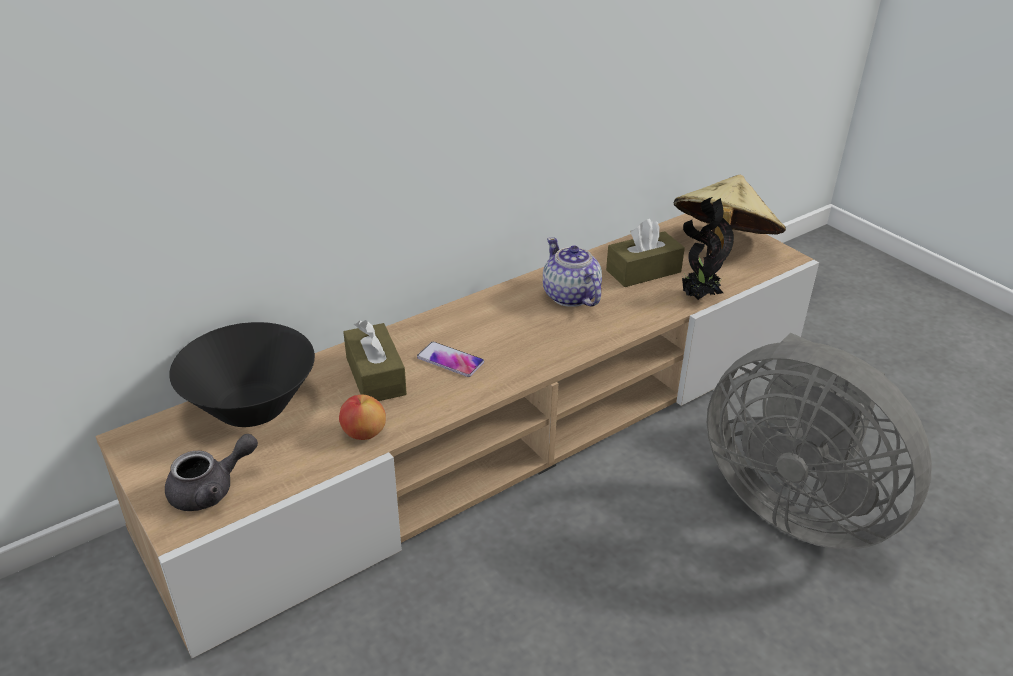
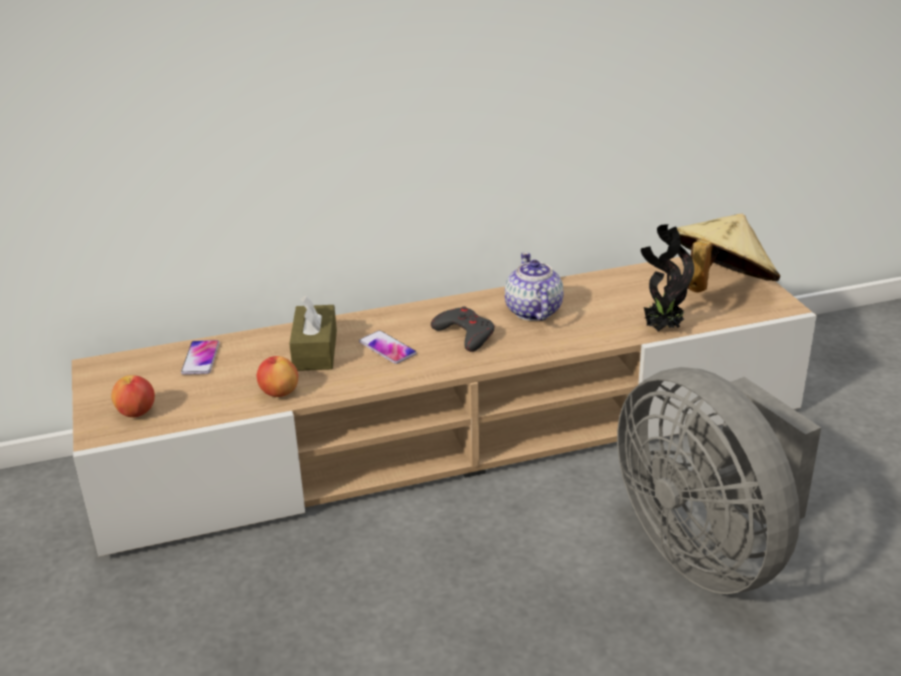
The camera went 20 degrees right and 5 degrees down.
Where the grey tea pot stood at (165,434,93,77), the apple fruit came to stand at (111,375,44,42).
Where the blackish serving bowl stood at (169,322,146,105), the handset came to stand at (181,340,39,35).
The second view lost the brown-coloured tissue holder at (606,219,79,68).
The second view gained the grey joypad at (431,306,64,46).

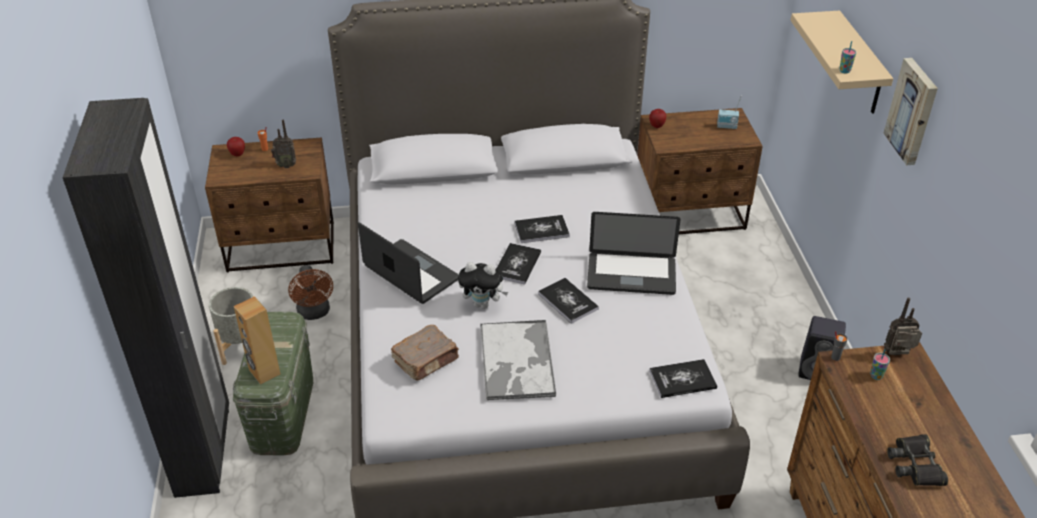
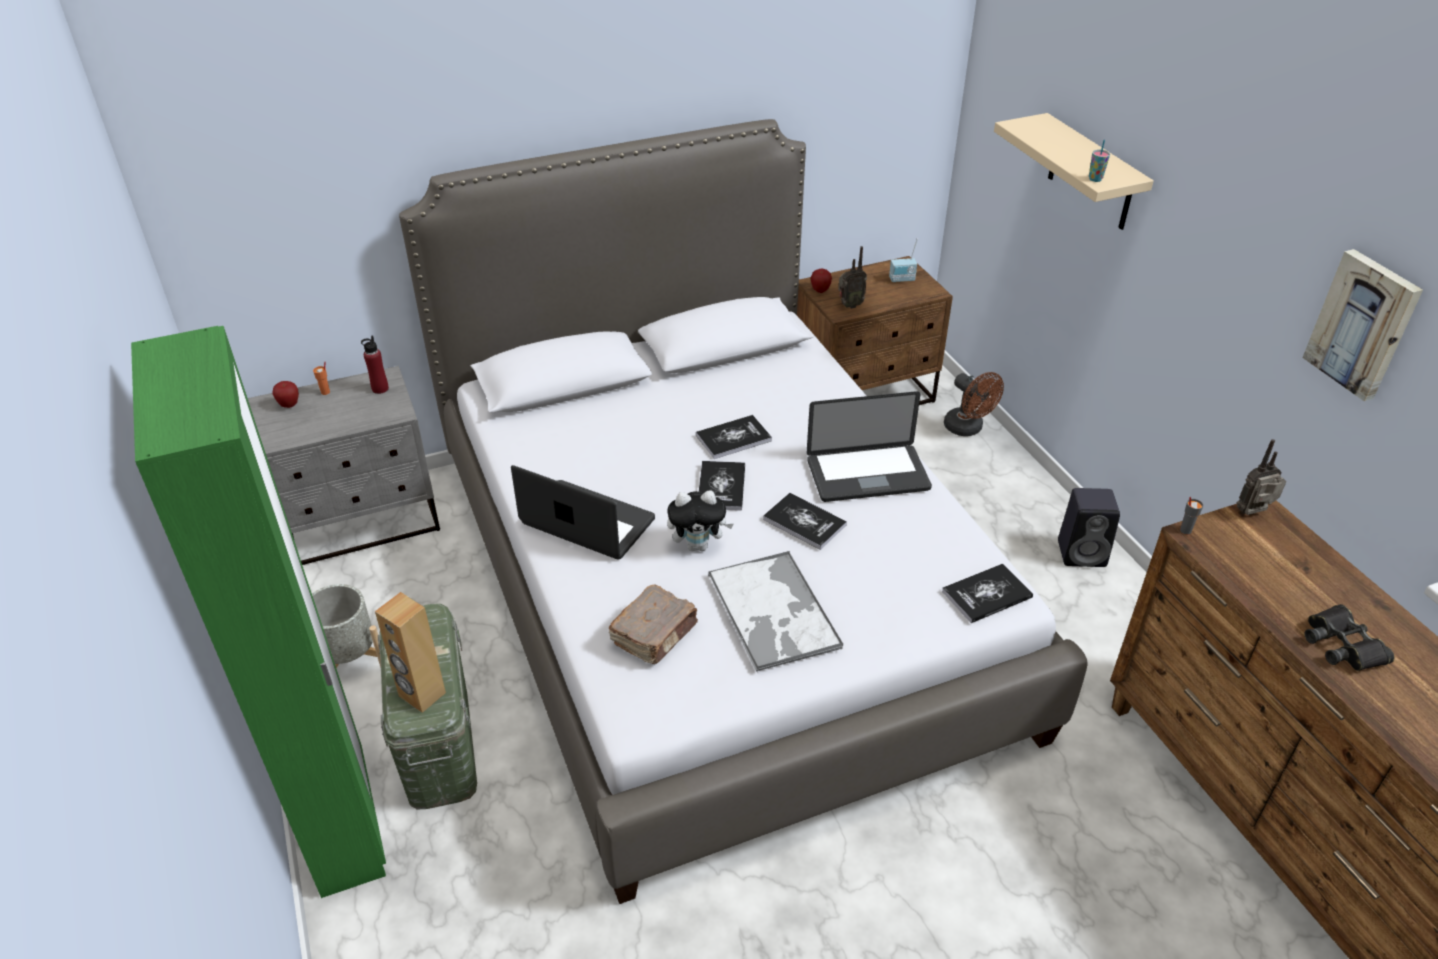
The camera went 15 degrees left and 0 degrees up.
What was the blackish clothes cupboard at (63,98,166,400) turned into the green clothes cupboard at (131,326,255,572).
What was the brown-coloured night table at (205,137,129,135) turned into the grey night table at (248,366,192,199).
The radio set ended up elsewhere, having gone from (271,120,25,48) to (838,246,29,63).
The brown-coloured cooling fan ended up elsewhere, having gone from (288,265,45,55) to (944,372,60,64).
The second view lost the drinking cup at (870,349,20,31).
The picture ended up elsewhere, having gone from (884,58,54,107) to (1302,249,121,152).
The second view gained the red-coloured beverage bottle at (361,336,28,58).

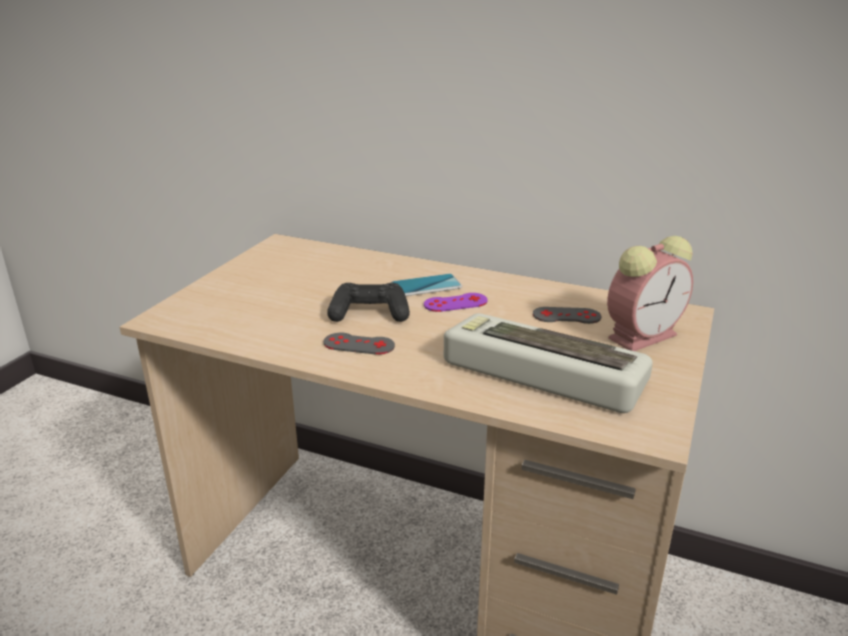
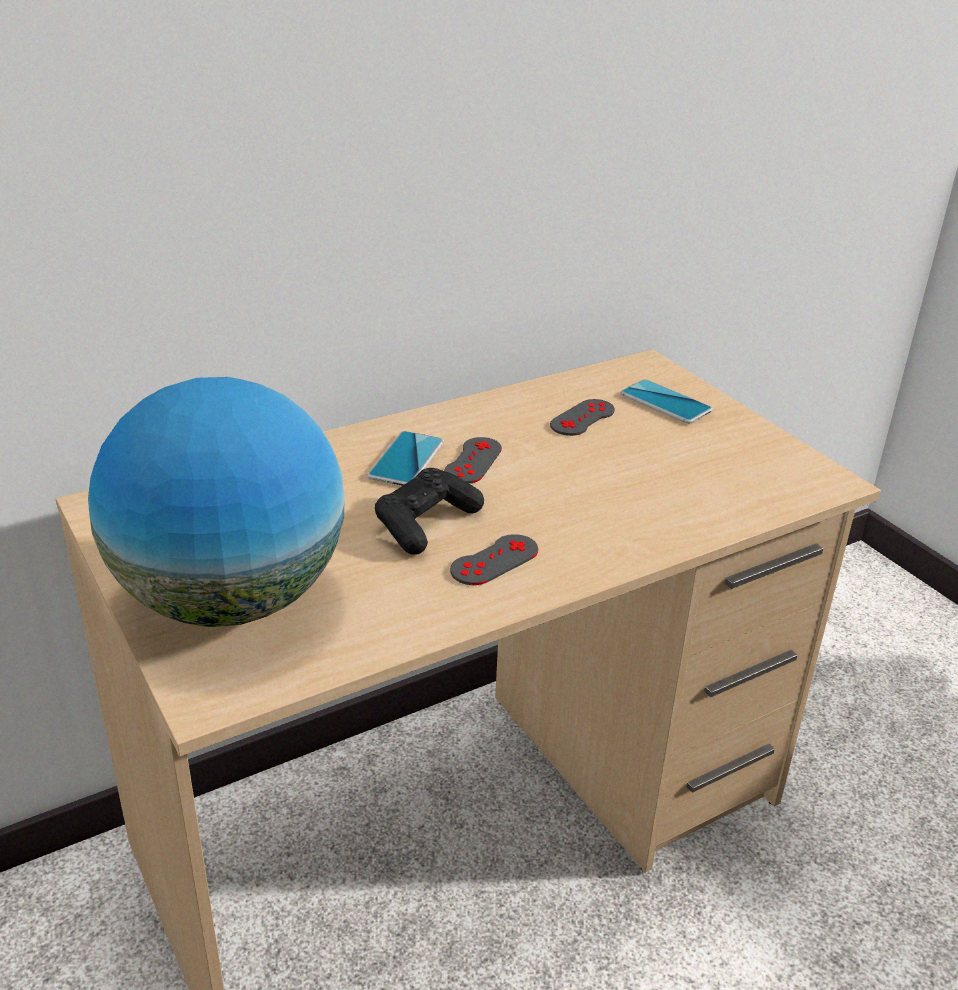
The camera went 55 degrees left and 5 degrees up.
What was the purple-coloured joypad at (424,293,64,19) turned into the grey joypad at (444,437,58,47).
The second view lost the computer keyboard at (444,313,209,100).
Where the table clock stood at (607,236,86,115), the handset came to stand at (620,379,93,45).
The second view gained the world globe at (88,377,257,250).

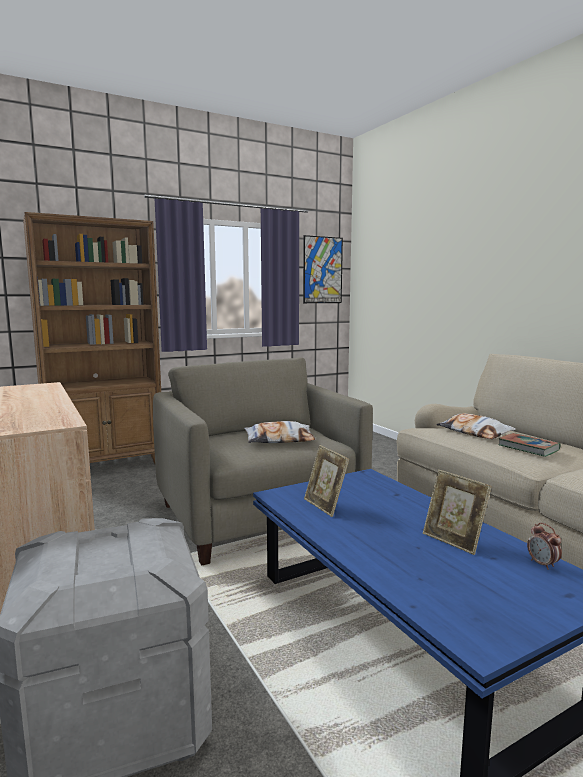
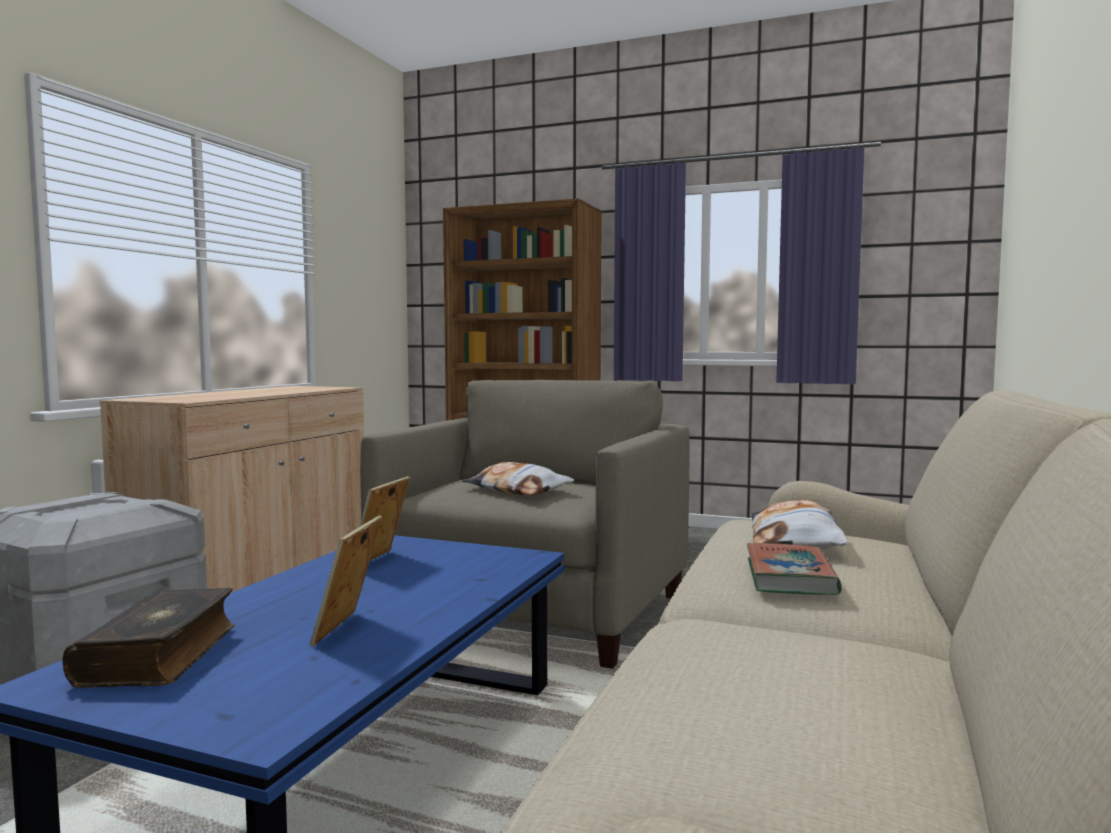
The camera went 50 degrees right and 5 degrees down.
The second view lost the picture at (303,235,40,68).
The second view lost the table clock at (527,523,35,47).
The second view gained the bound book at (62,588,173,100).

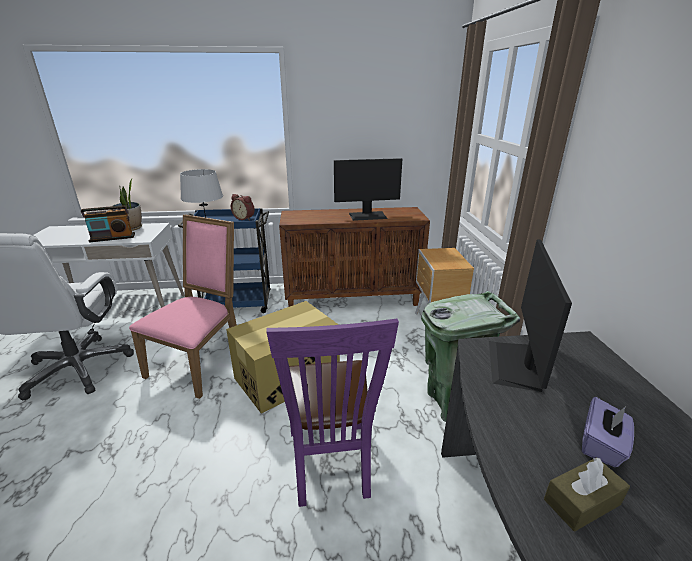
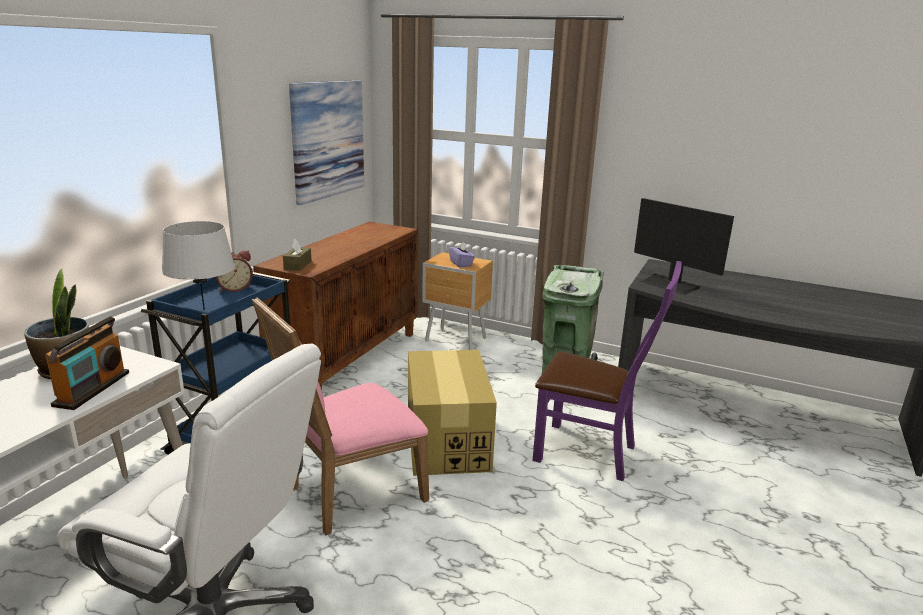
The camera went 60 degrees left and 5 degrees down.
The pink plain chair at (129,214,108,185) ended up facing another way, 90 degrees counterclockwise from before.
The second view lost the monitor at (334,158,68,63).
The brown-coloured tissue holder ended up elsewhere, having gone from (544,458,86,73) to (283,239,28,32).
The purple-coloured tissue holder ended up elsewhere, having gone from (582,397,52,70) to (449,242,26,25).
The second view gained the picture at (289,80,75,125).

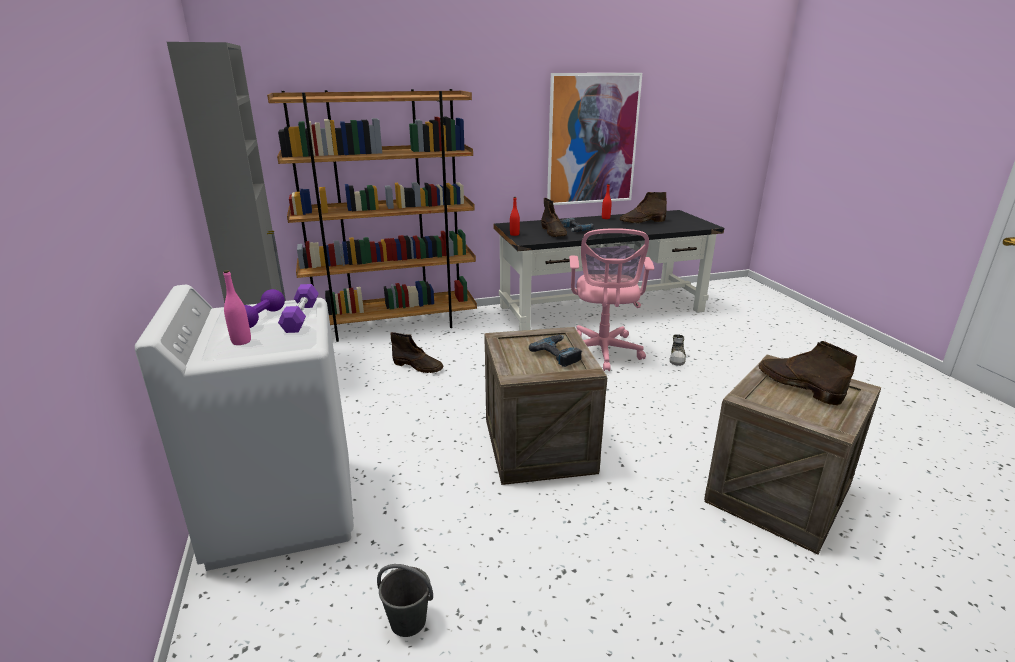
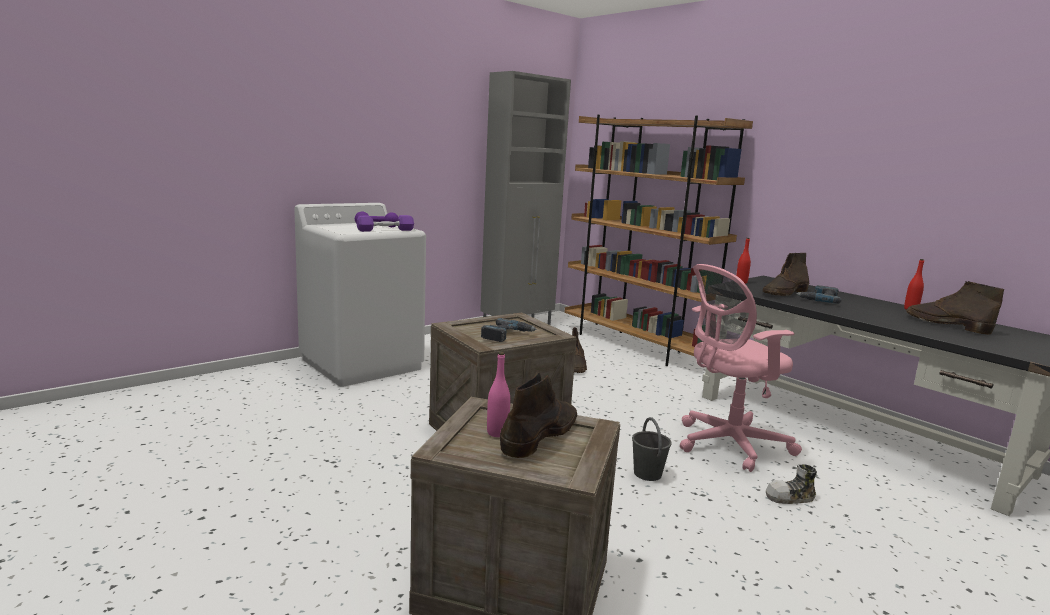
The camera went 65 degrees right and 10 degrees down.
The pink beverage bottle ended up elsewhere, having gone from (223,270,28,75) to (487,352,23,85).
The grey water bucket ended up elsewhere, having gone from (377,564,56,73) to (632,417,40,64).
The second view lost the picture at (547,73,95,132).

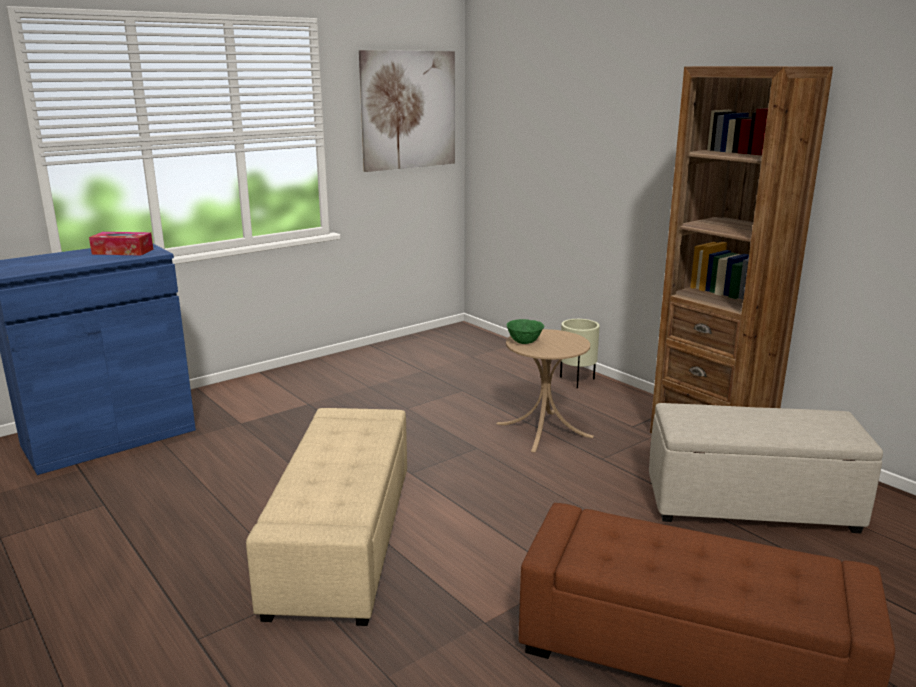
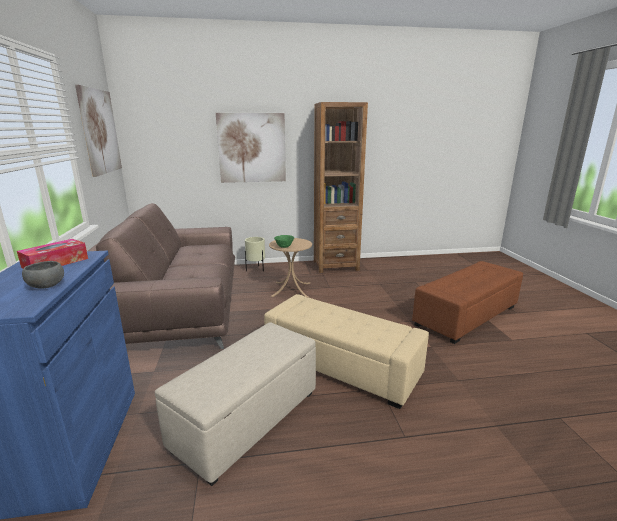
The camera went 60 degrees left and 0 degrees up.
The sand-coloured footrest ended up elsewhere, having gone from (649,403,234,130) to (155,322,161,164).
The second view gained the grey serving bowl at (22,261,42,28).
The second view gained the brown-coloured settee at (88,203,147,146).
The second view gained the picture at (216,113,70,70).

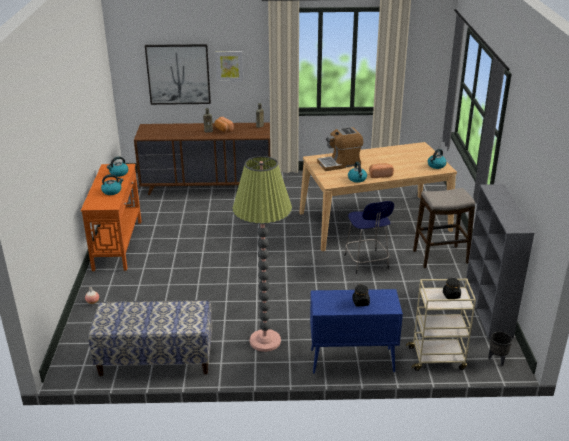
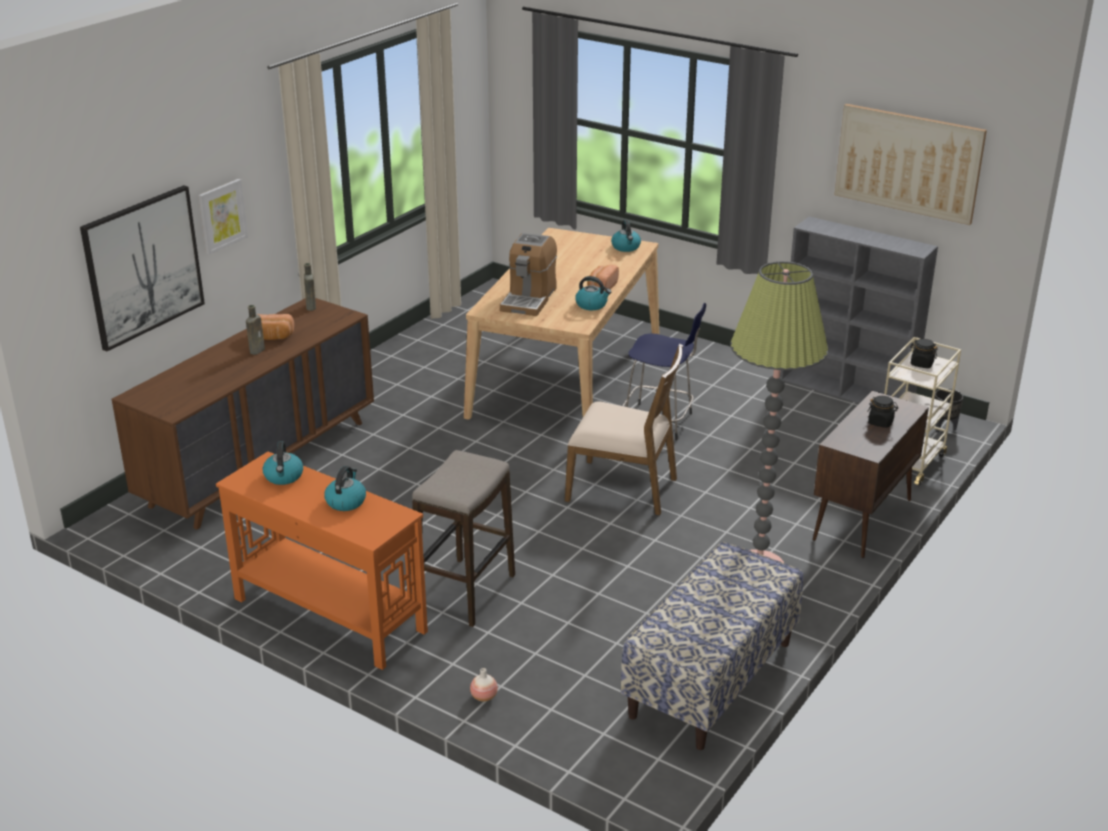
The camera went 55 degrees left and 0 degrees up.
What was the blue-coloured cabinet at (310,289,93,85) turned into the brown-coloured cabinet at (813,391,116,167).
The stool seat ended up elsewhere, having gone from (413,188,62,80) to (412,450,103,177).
The second view gained the brown-coloured plain chair at (565,344,118,171).
The second view gained the picture at (835,104,152,121).

